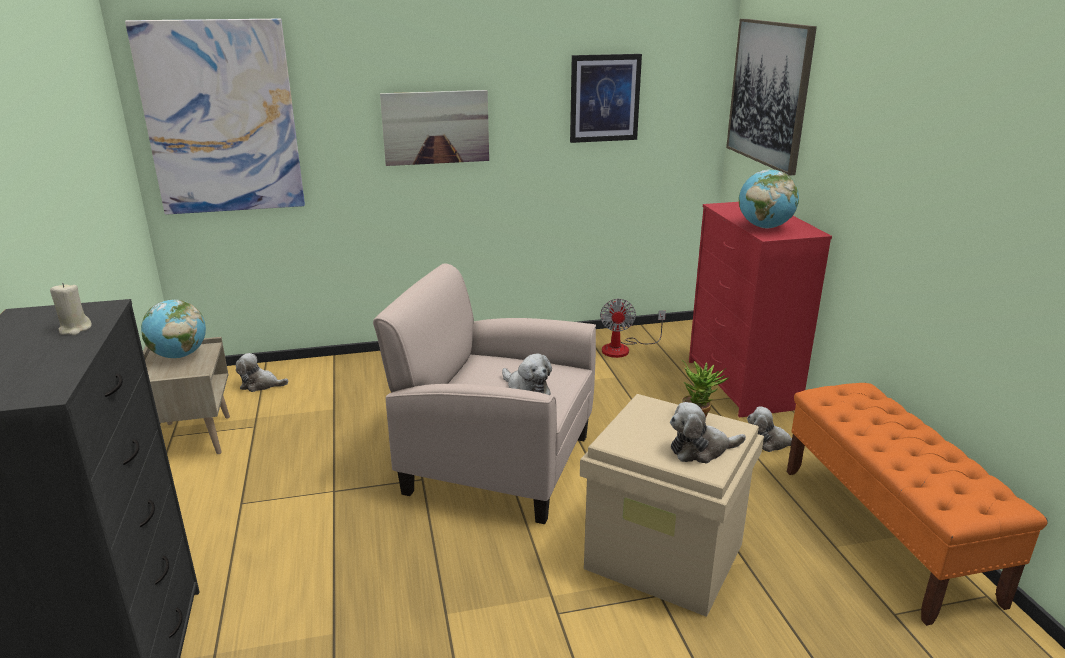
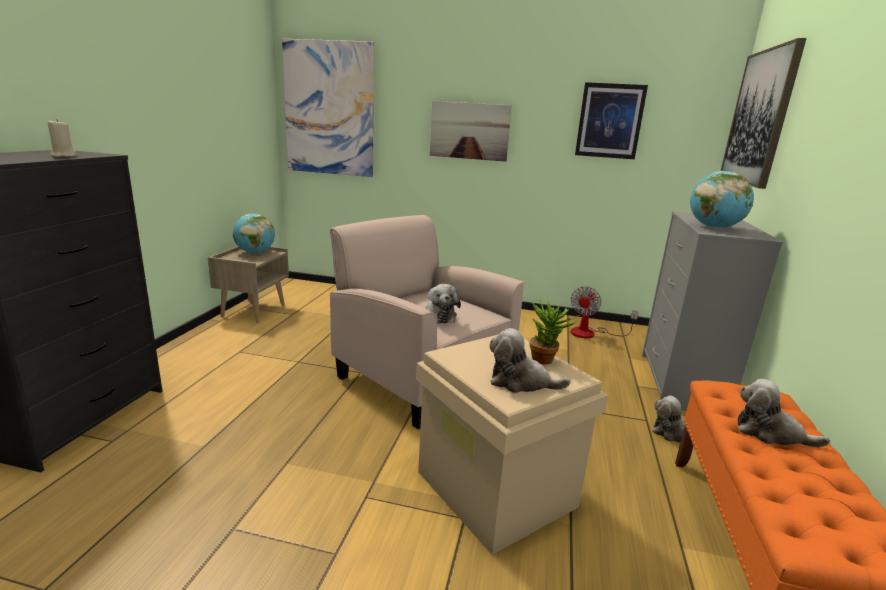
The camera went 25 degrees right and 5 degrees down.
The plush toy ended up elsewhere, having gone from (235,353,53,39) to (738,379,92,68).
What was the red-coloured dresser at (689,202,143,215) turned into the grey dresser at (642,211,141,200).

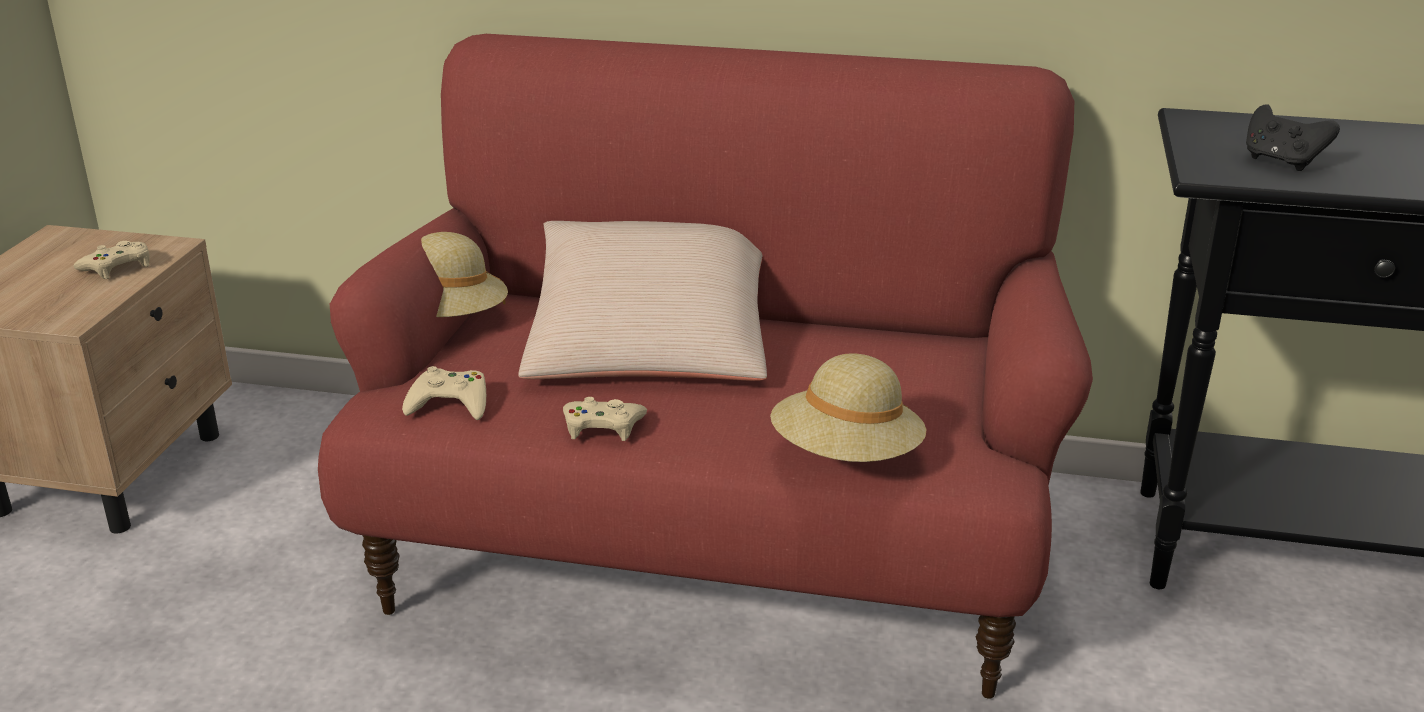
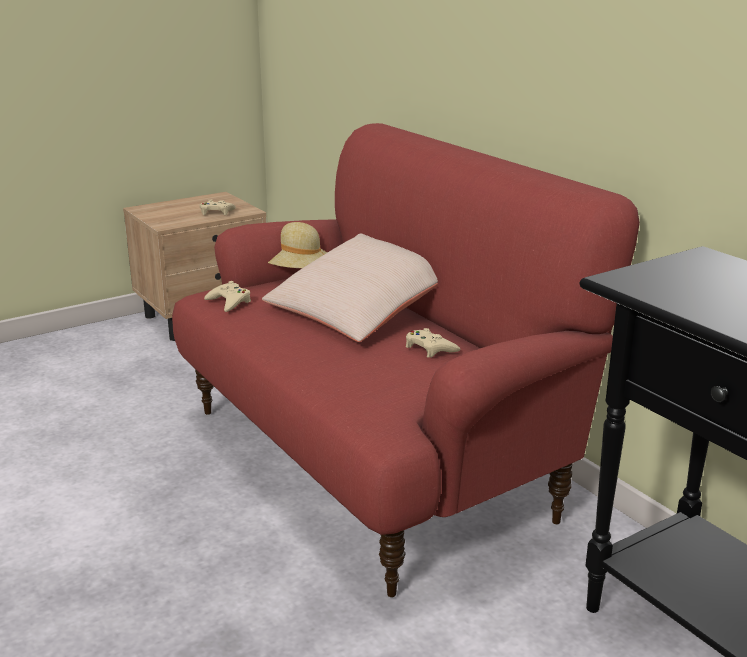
The camera went 45 degrees right and 5 degrees down.
The sand-coloured joypad ended up elsewhere, having gone from (563,397,84,44) to (406,328,54,30).
The second view lost the sand-coloured wearable hat at (770,354,156,108).
The second view lost the blackish joypad at (1246,105,94,66).

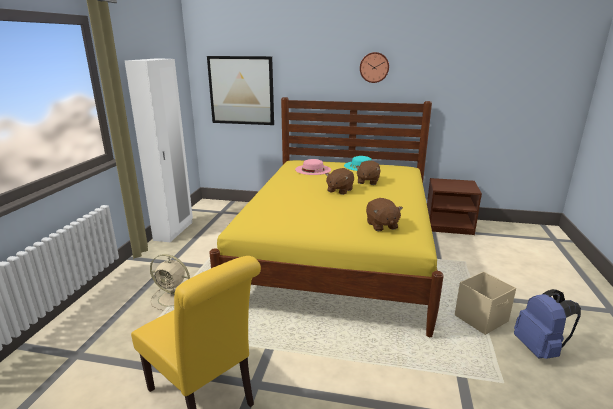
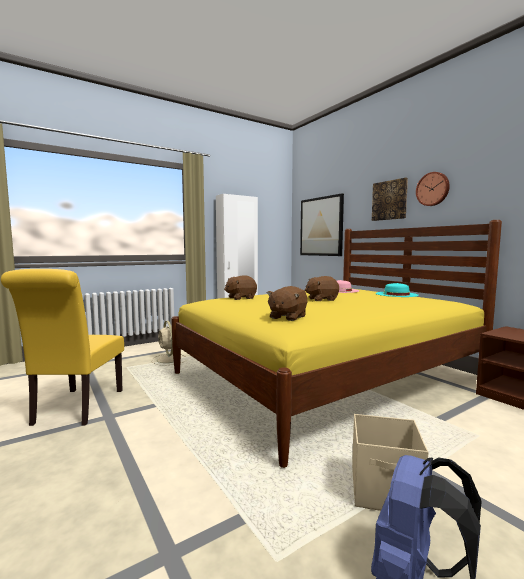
The camera went 45 degrees right and 15 degrees down.
The brown-coloured plush toy ended up elsewhere, having gone from (356,160,24,25) to (224,275,33,25).
The second view gained the picture at (372,178,36,43).

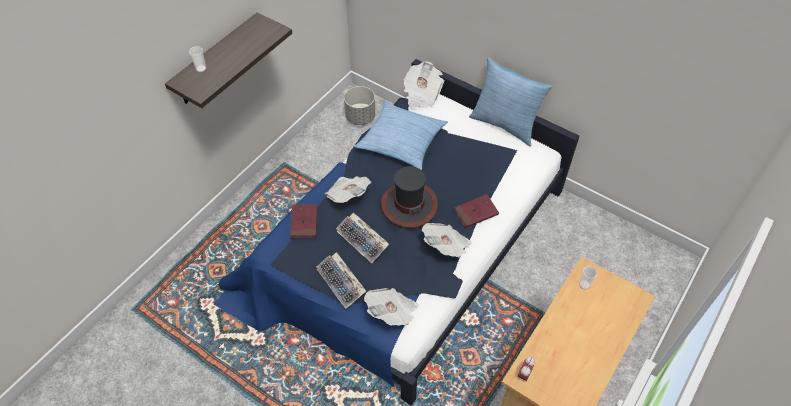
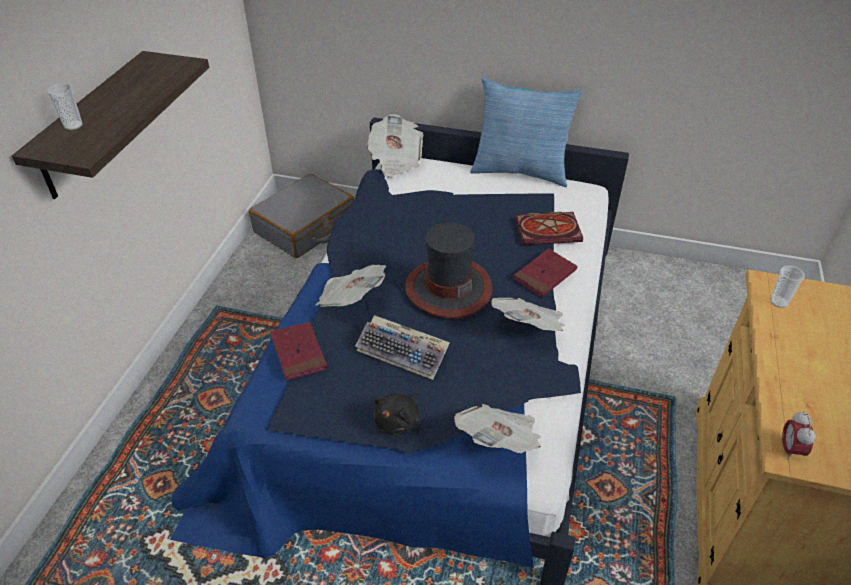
The camera went 20 degrees left and 10 degrees down.
Where the computer keyboard stood at (316,252,50,57), the blackish plush toy came to stand at (373,392,48,43).
Where the grey plant pot stood at (344,86,31,39), the grey suitcase came to stand at (249,174,106,84).
The second view lost the throw pillow at (354,101,94,69).
The second view gained the bound book at (515,212,68,33).

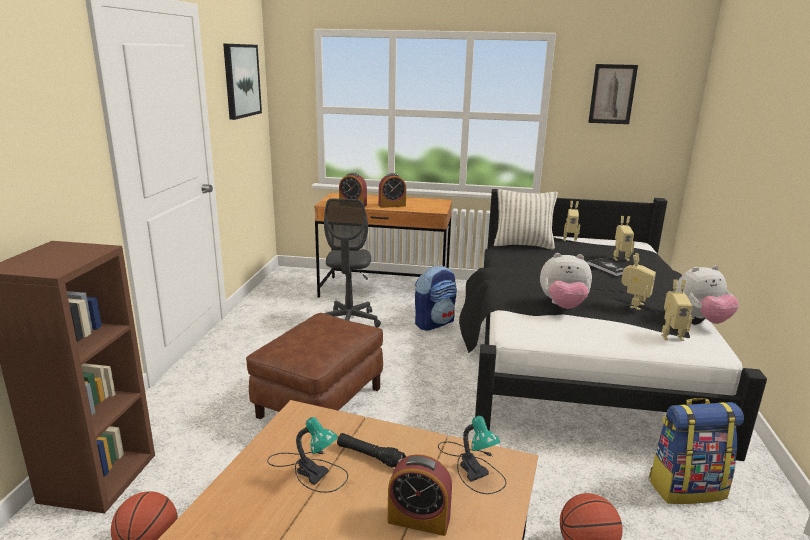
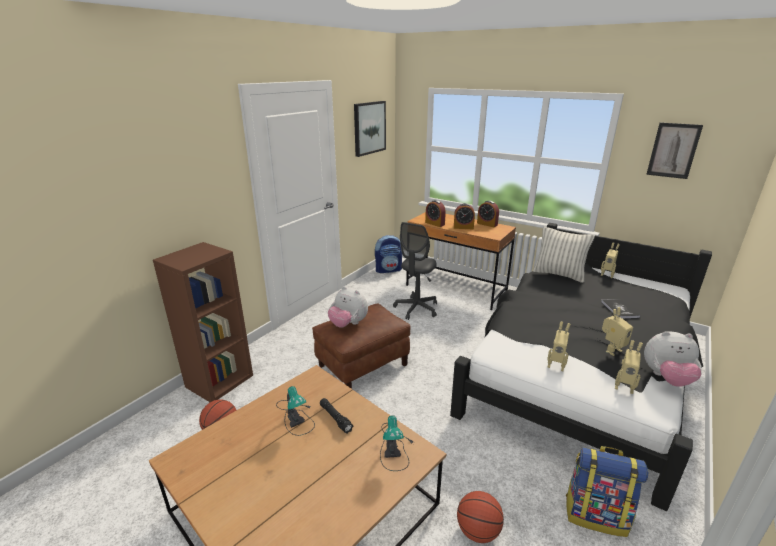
The camera went 25 degrees right and 5 degrees up.
The table clock ended up elsewhere, having gone from (388,454,64,82) to (477,201,22,26).
The backpack ended up elsewhere, having gone from (415,265,42,66) to (375,235,27,38).
The plush toy ended up elsewhere, having gone from (540,253,52,56) to (328,286,40,42).
The model robot ended up elsewhere, having gone from (613,216,22,45) to (547,321,24,50).

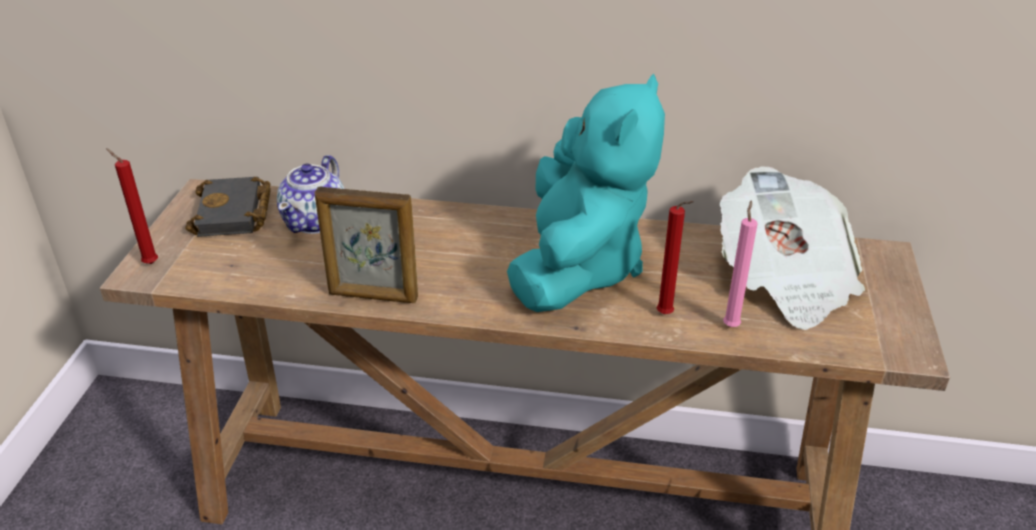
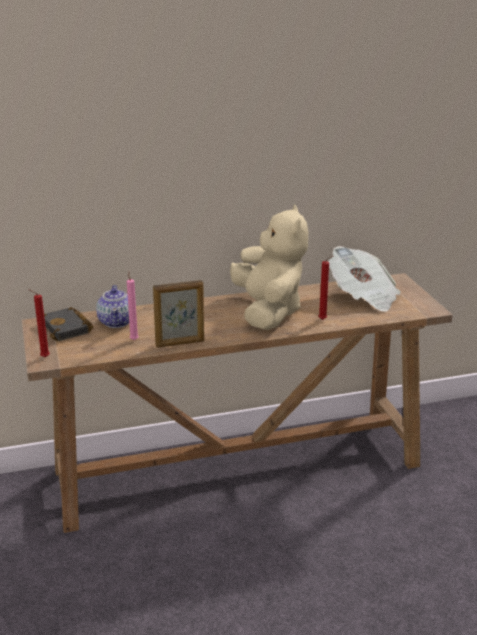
The camera went 25 degrees left and 10 degrees down.
What was the blue-green plush toy at (507,74,158,238) turned into the sand-coloured plush toy at (230,205,78,125).
The pink candle ended up elsewhere, having gone from (723,200,35,127) to (127,271,12,69).

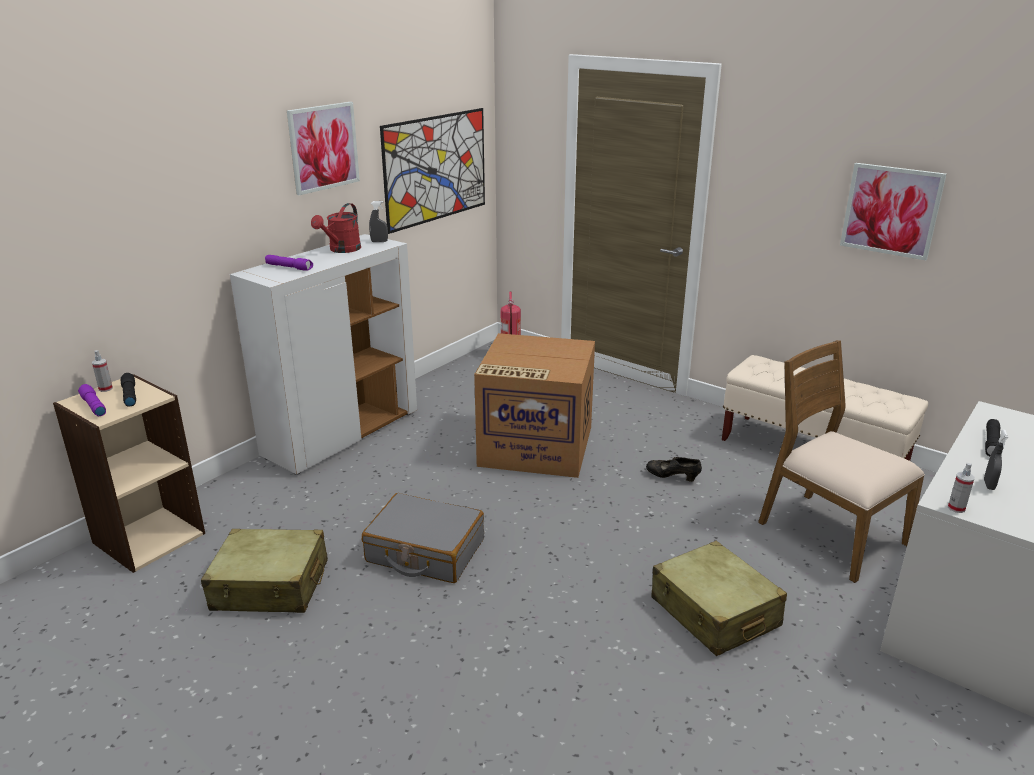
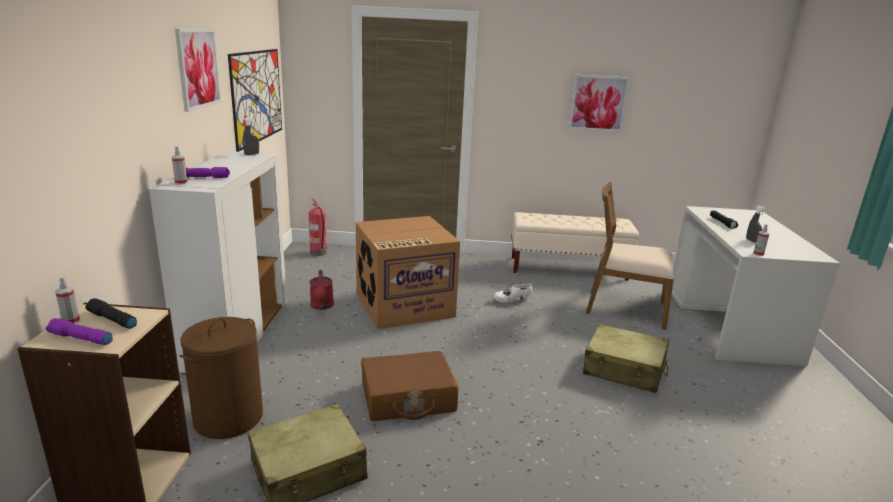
The camera went 35 degrees left and 5 degrees down.
The red-coloured watering pot ended up elsewhere, having gone from (311,203,50,50) to (309,270,25,40).
What was the grey suitcase at (362,493,122,90) turned into the brown-coloured suitcase at (361,351,97,70).
What was the blackish item of footwear at (646,457,56,25) turned into the white-coloured item of footwear at (493,283,39,20).
The second view gained the sprayer at (172,146,15,39).
The second view gained the brown-coloured laundry basket at (179,317,84,122).

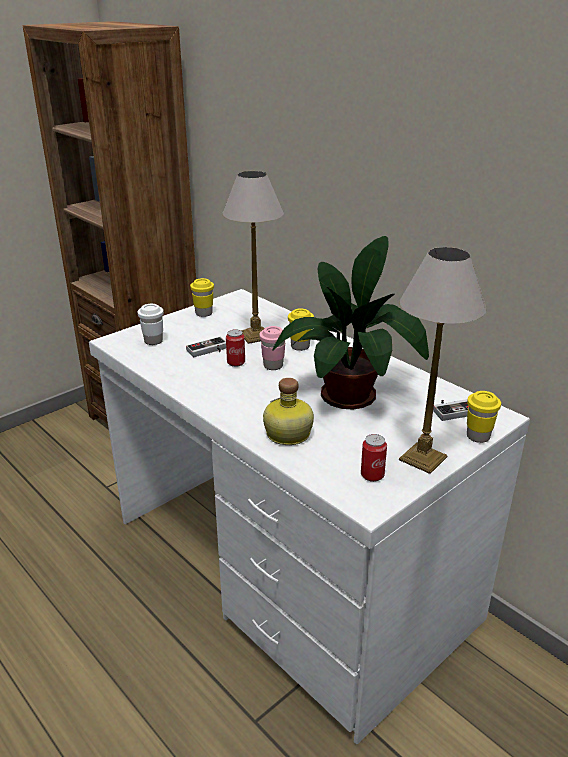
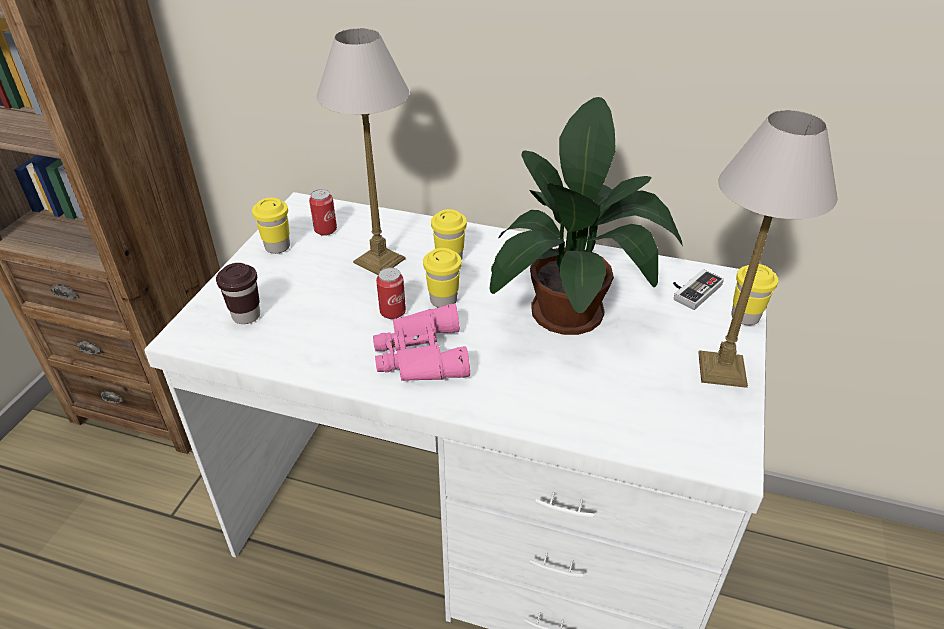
The camera went 30 degrees left and 10 degrees up.
What was the white-coloured drinking cup at (138,304,26,41) turned into the brown-coloured drinking cup at (216,263,44,61).
The second view lost the joypad at (186,337,40,20).
What was the pink drinking cup at (259,326,26,44) turned into the yellow-coloured drinking cup at (423,248,39,60).
The second view lost the beverage bottle at (263,378,51,67).
The metal can ended up elsewhere, having gone from (361,434,26,48) to (309,189,28,47).
The second view gained the pink pair of binoculars at (373,304,97,77).

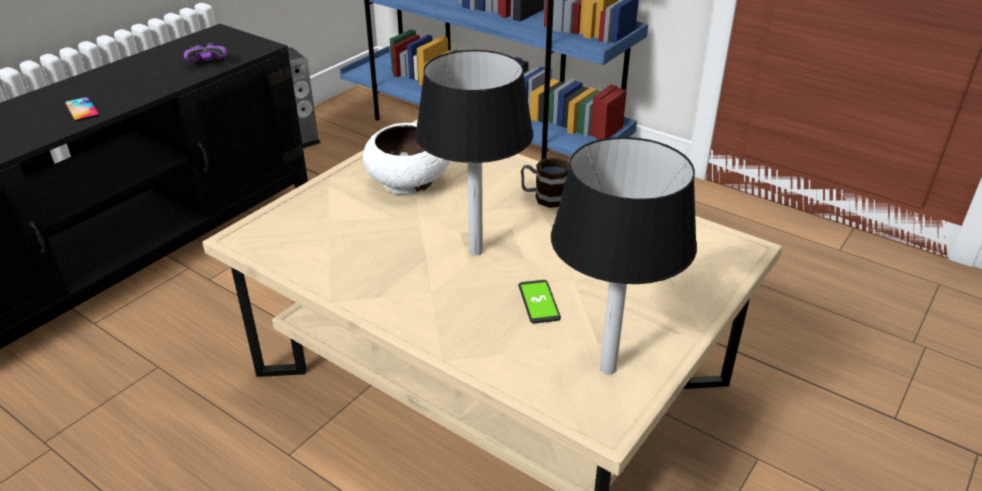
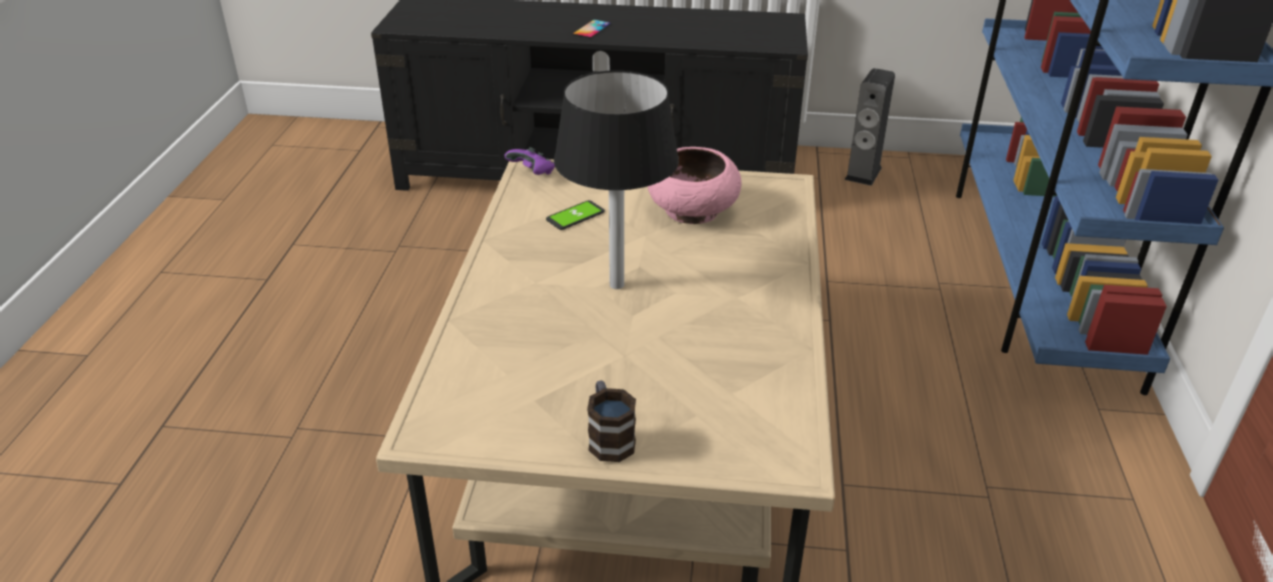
The camera went 60 degrees right and 0 degrees up.
The purple-coloured joypad ended up elsewhere, having gone from (184,43,43,19) to (504,147,51,28).
What was the white-coloured serving bowl at (363,123,87,72) turned into the pink serving bowl at (648,147,94,77).
The handset ended up elsewhere, having gone from (519,280,42,44) to (546,200,59,30).
The tea mug ended up elsewhere, having gone from (521,158,48,50) to (587,381,49,81).
The second view lost the blackish table lamp at (551,137,146,238).

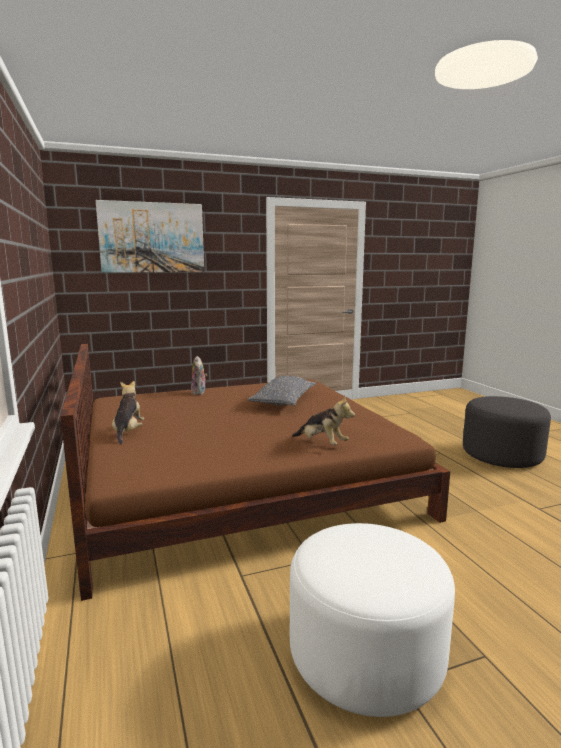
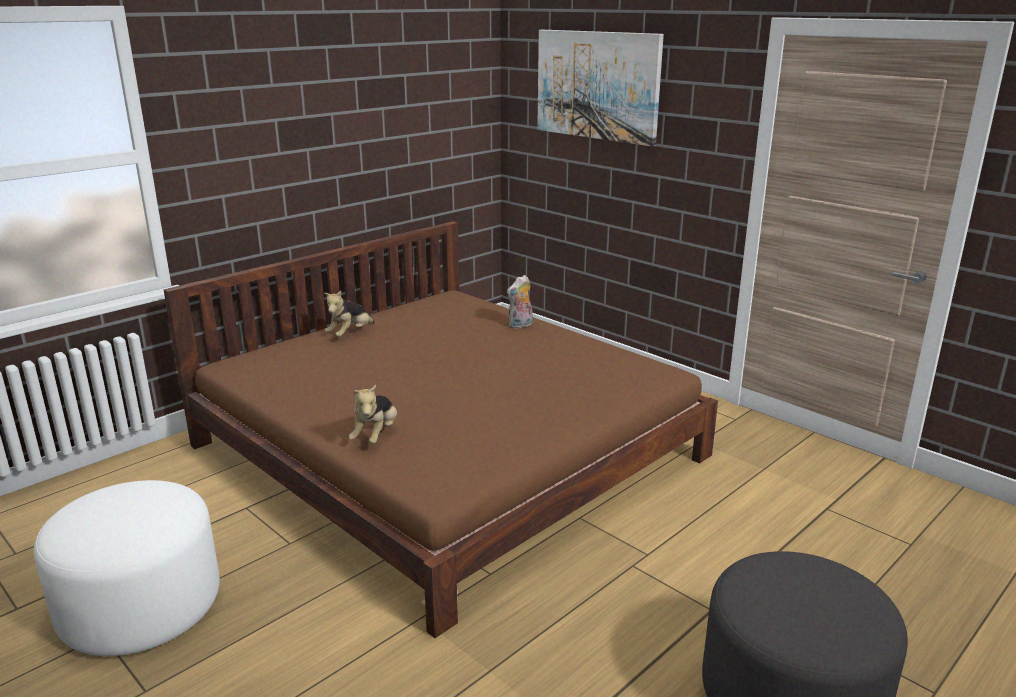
The camera went 65 degrees right and 10 degrees up.
The plush toy at (112,381,32,63) ended up facing another way, 150 degrees clockwise from before.
The second view lost the grey throw pillow at (248,376,68,30).

